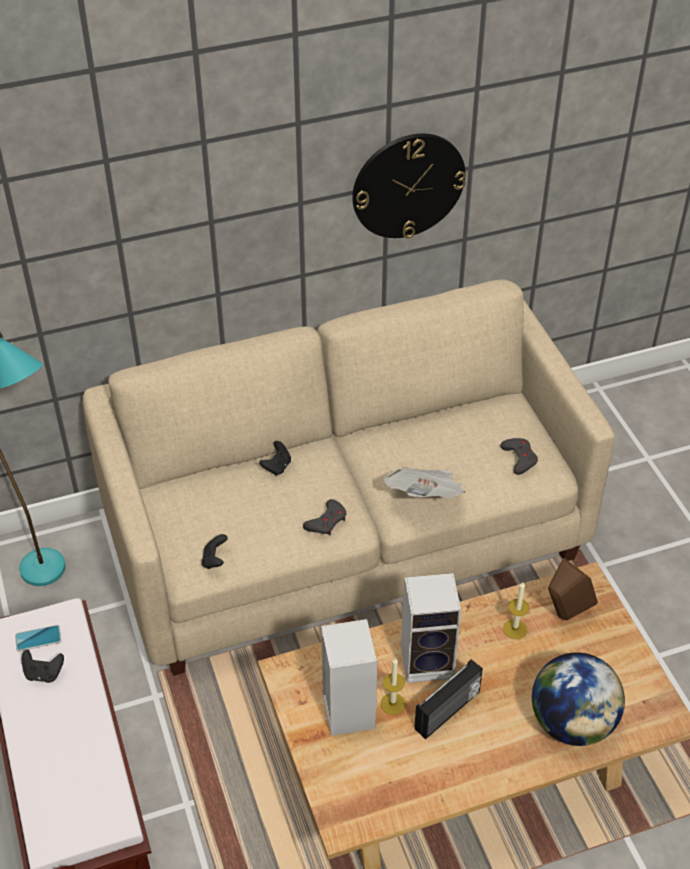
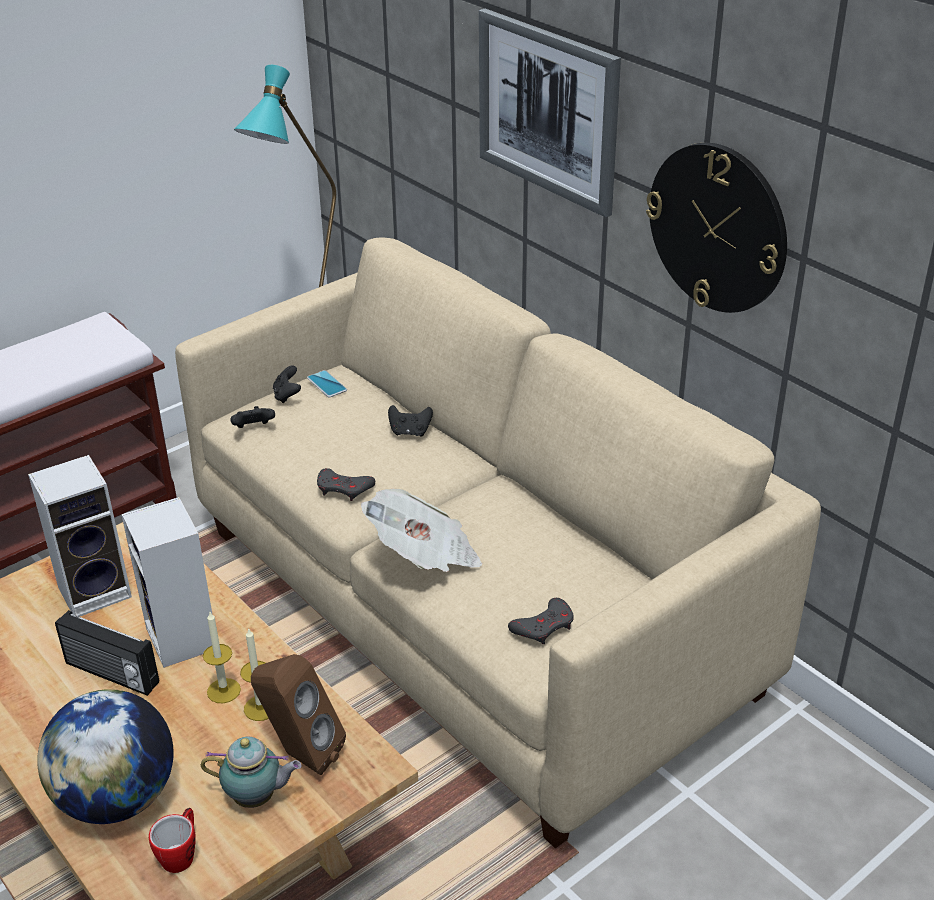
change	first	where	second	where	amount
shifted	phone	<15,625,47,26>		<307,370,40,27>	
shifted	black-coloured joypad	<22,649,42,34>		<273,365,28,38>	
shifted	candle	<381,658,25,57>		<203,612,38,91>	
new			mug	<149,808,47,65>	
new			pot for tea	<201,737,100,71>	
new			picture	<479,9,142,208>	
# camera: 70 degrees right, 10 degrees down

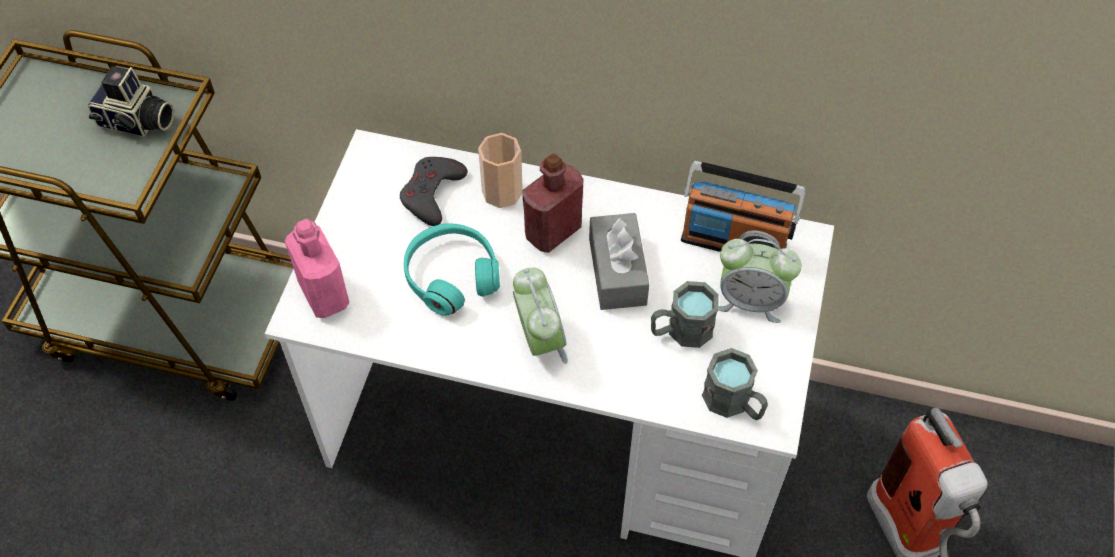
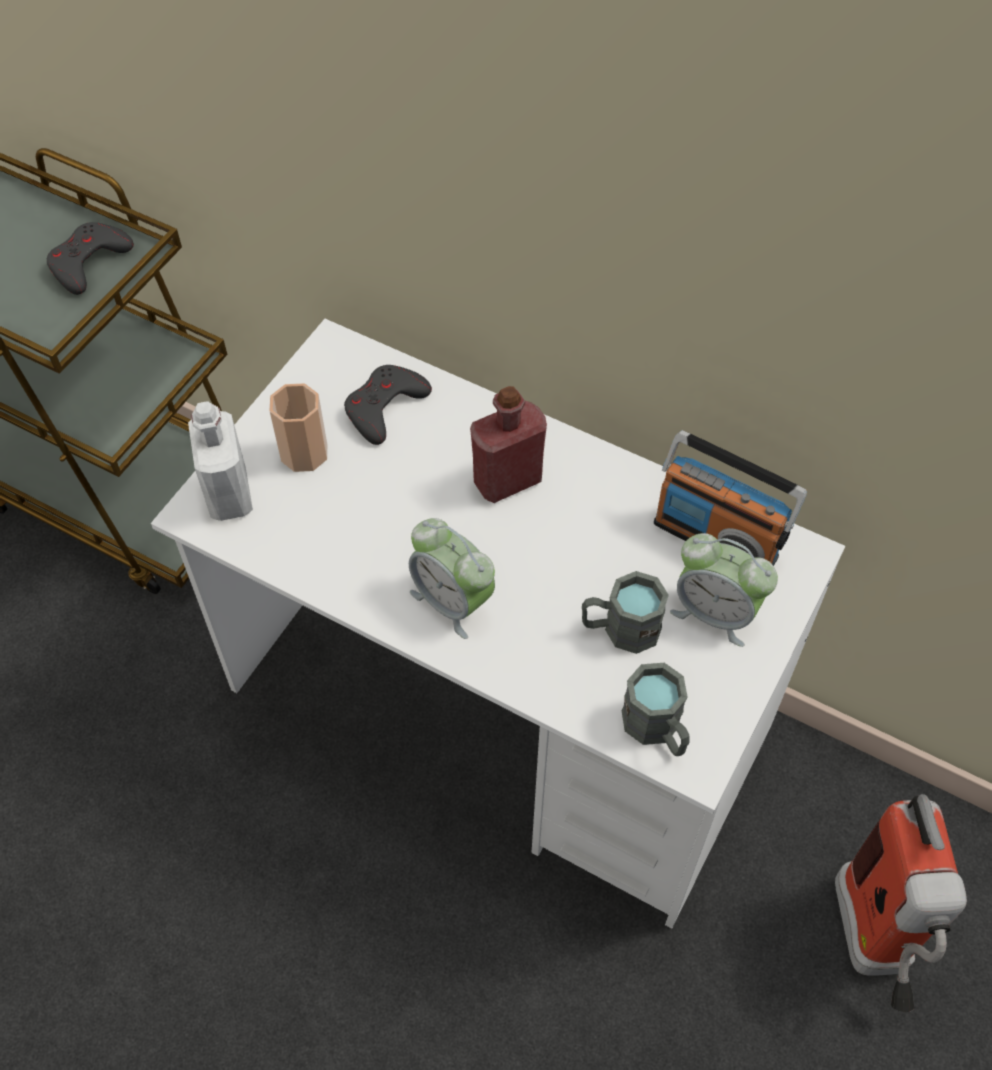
change	first	where	second	where	amount
swapped	photo camera	<88,66,86,71>	gray joypad	<47,222,87,73>	
repainted	pink-coloured beverage bottle	<285,219,65,99>	white-coloured beverage bottle	<188,401,65,120>	
gone	blue-green headset	<404,223,96,92>			
shifted	drinking cup	<478,133,45,75>		<269,383,59,89>	
rotated	table clock	<513,268,55,96>		<409,518,86,121>	135 degrees clockwise
gone	gray box of tissues	<589,213,60,97>			
# camera: 15 degrees right, 0 degrees up

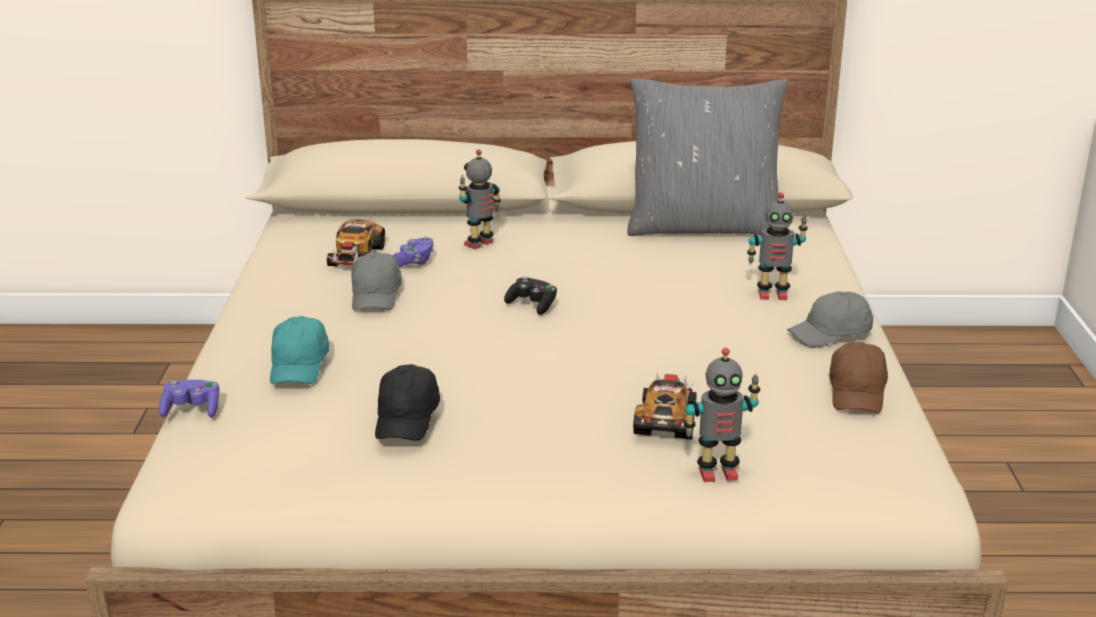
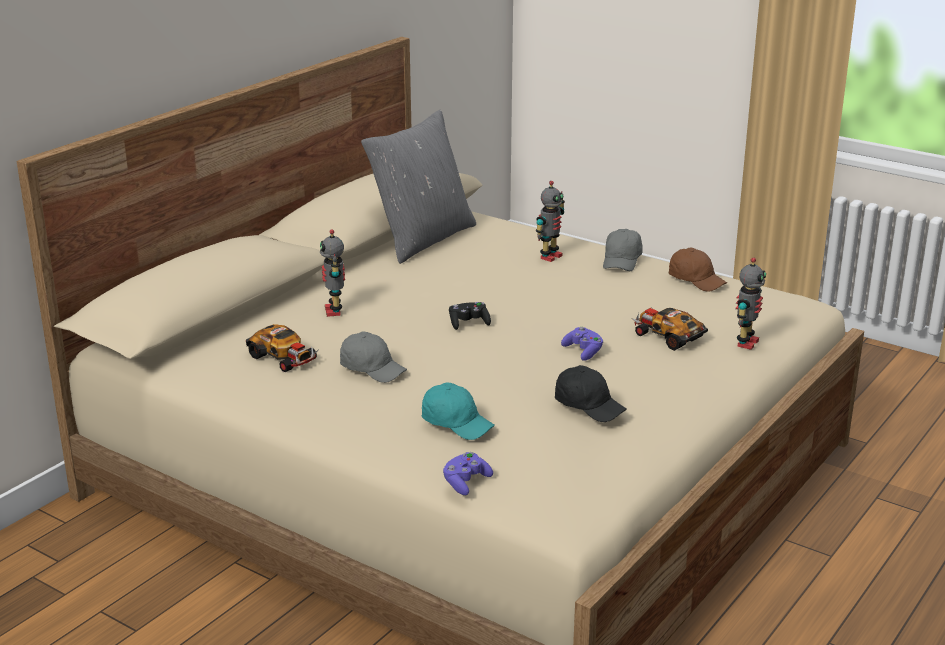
change	first	where	second	where	amount
shifted	purple joypad	<393,237,41,30>		<561,327,43,34>	
# camera: 55 degrees left, 0 degrees up

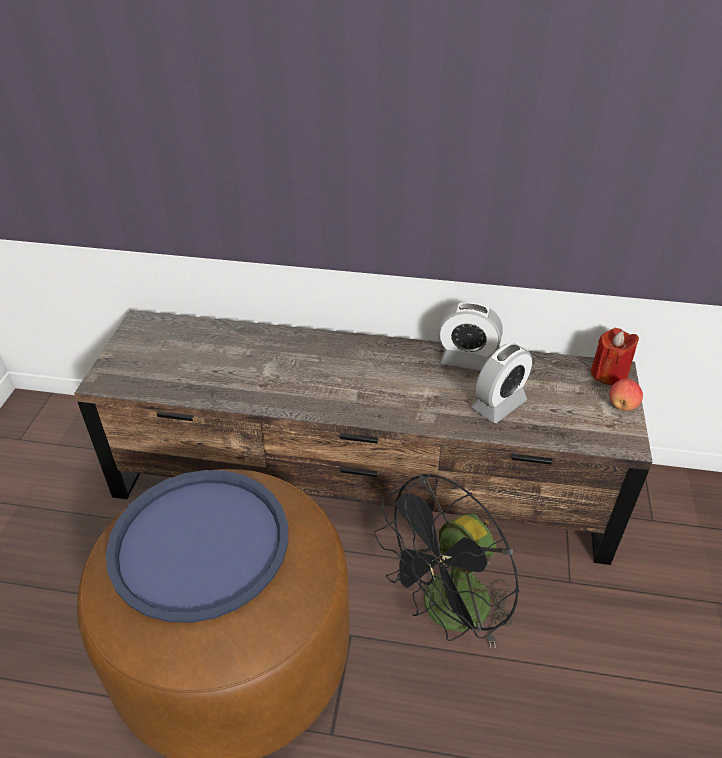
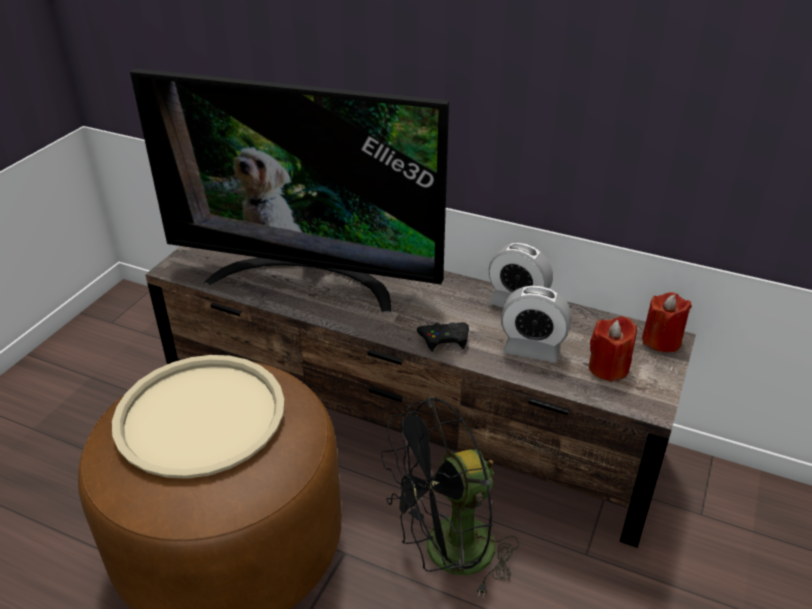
change	first	where	second	where	amount
repainted	blue serving tray	<106,470,182,153>	beige-coloured serving tray	<112,355,173,124>	
rotated	table clock	<471,343,61,80>		<501,286,70,77>	45 degrees clockwise
gone	whole apple	<609,379,34,32>			
new			television	<130,69,319,244>	
new			black-coloured joypad	<417,322,52,30>	
new			reddish candle	<589,316,48,66>	
# camera: 15 degrees right, 5 degrees down

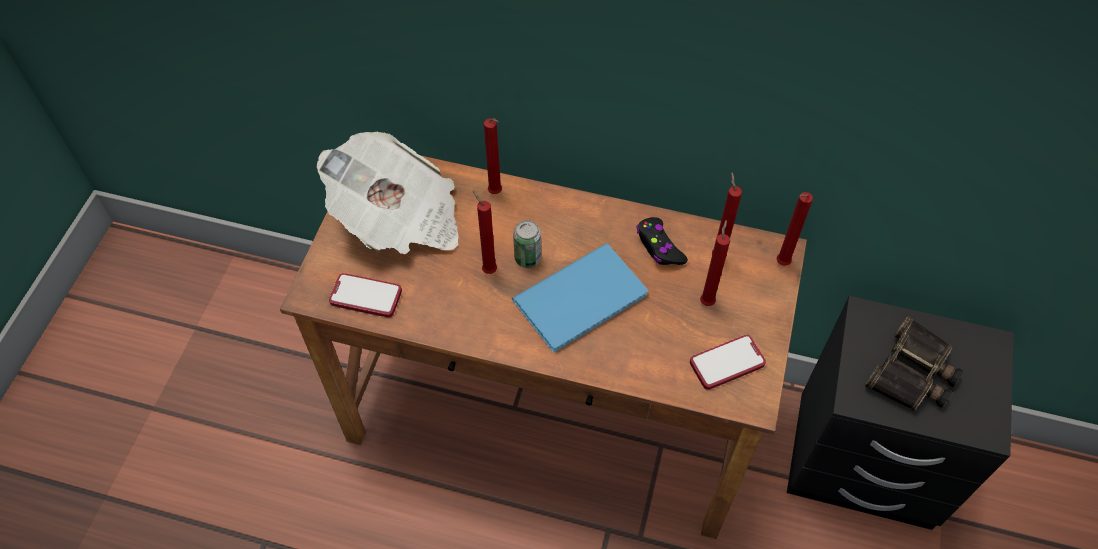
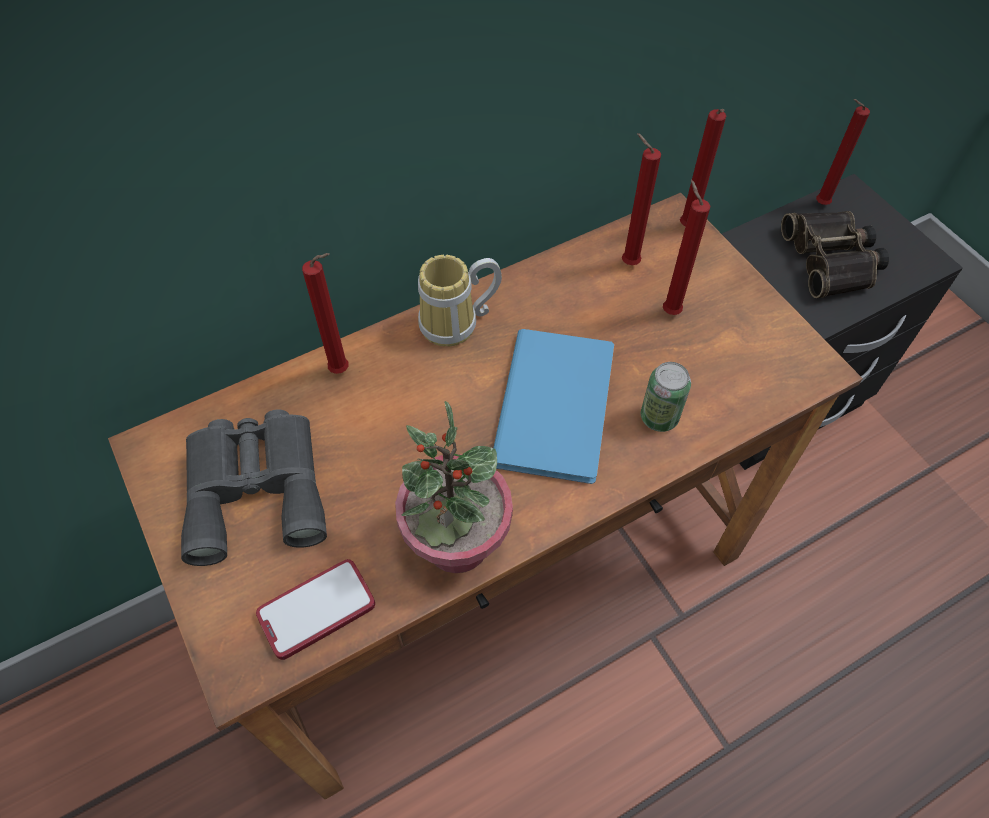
change	first	where	second	where	amount
swapped	printed paper	<317,132,142,122>	gray binoculars	<181,410,146,156>	
shifted	reddish candle	<473,190,24,84>		<816,99,54,106>	
shifted	can	<513,220,28,48>		<641,362,50,70>	
gone	black-coloured joypad	<637,217,51,48>			
gone	phone	<690,335,76,55>			
new			potted plant	<395,401,118,172>	
new			mug	<418,254,84,93>	
# camera: 45 degrees left, 0 degrees up

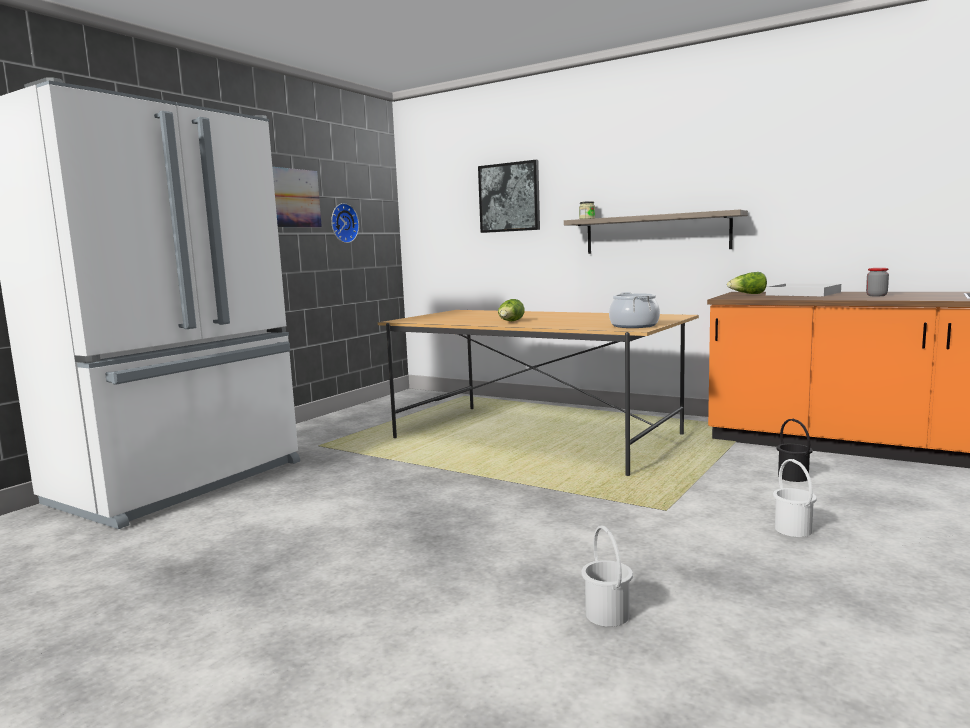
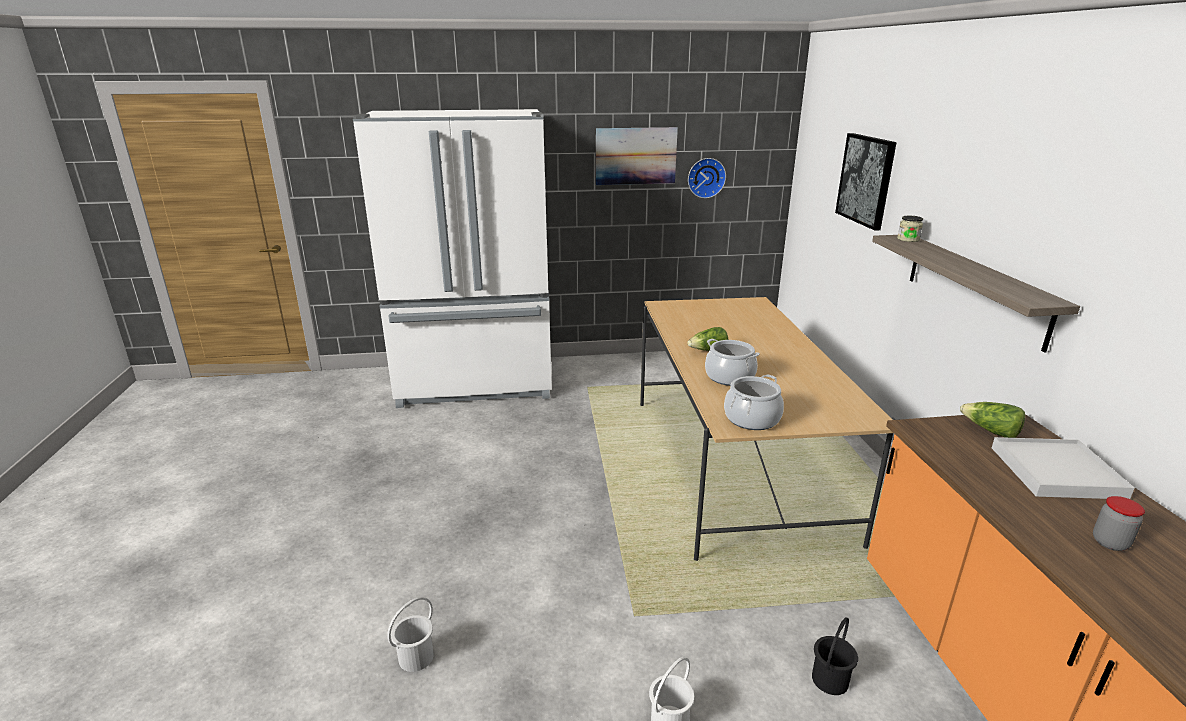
change	first	where	second	where	amount
new			cooking pot	<705,339,55,47>	
# camera: 50 degrees right, 15 degrees up

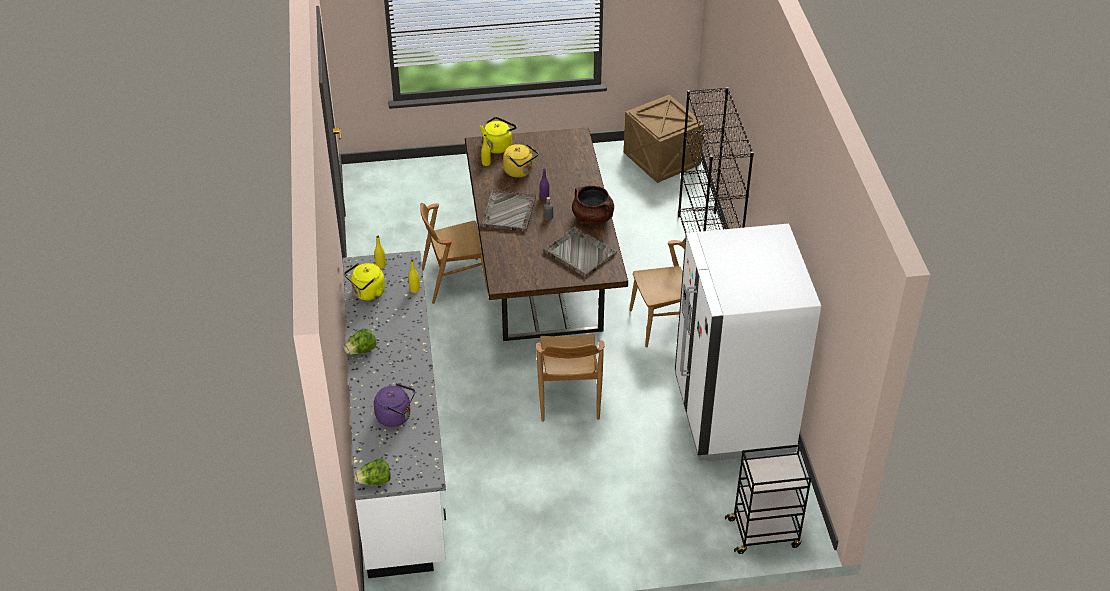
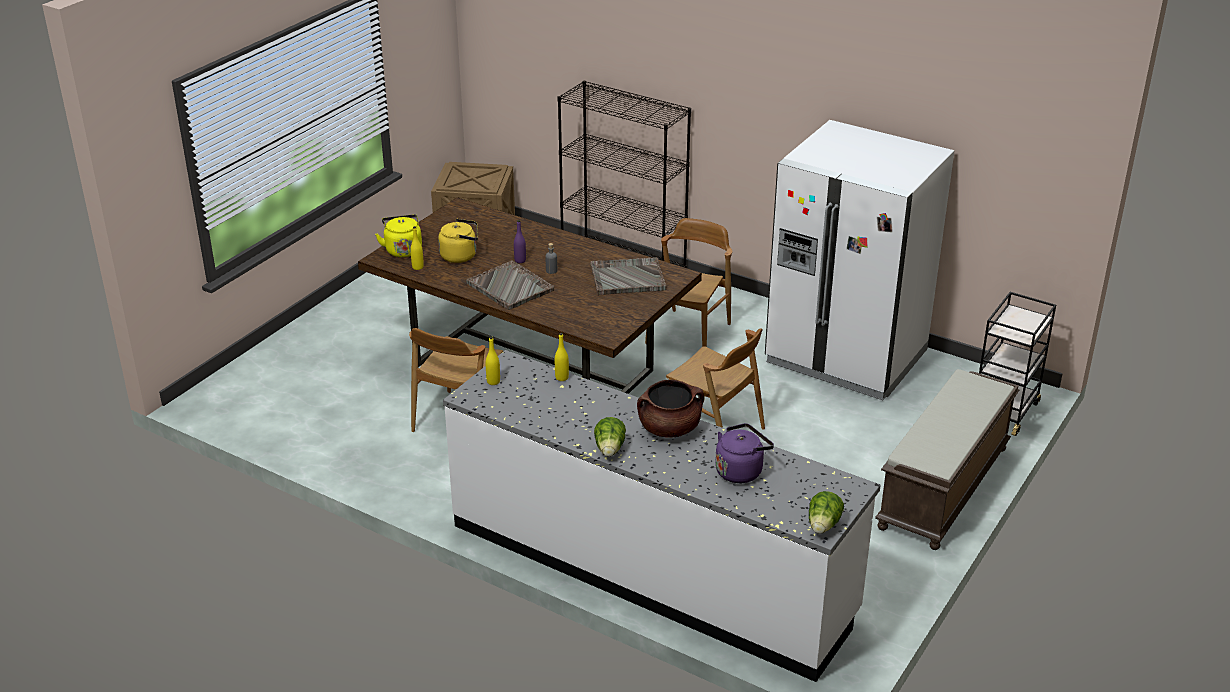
change	first	where	second	where	amount
gone	yellow-coloured kettle	<344,263,41,38>			
shifted	brownish cooking pot	<572,186,42,39>		<637,380,67,57>	
new			brownish bench	<875,369,144,181>	
# camera: 50 degrees left, 10 degrees down

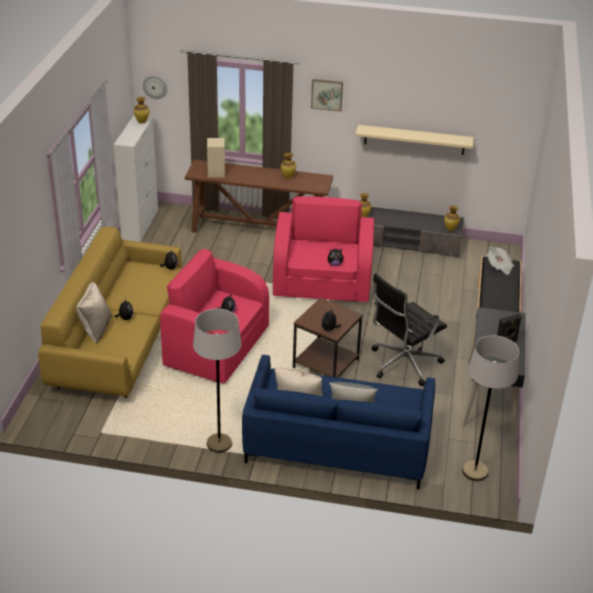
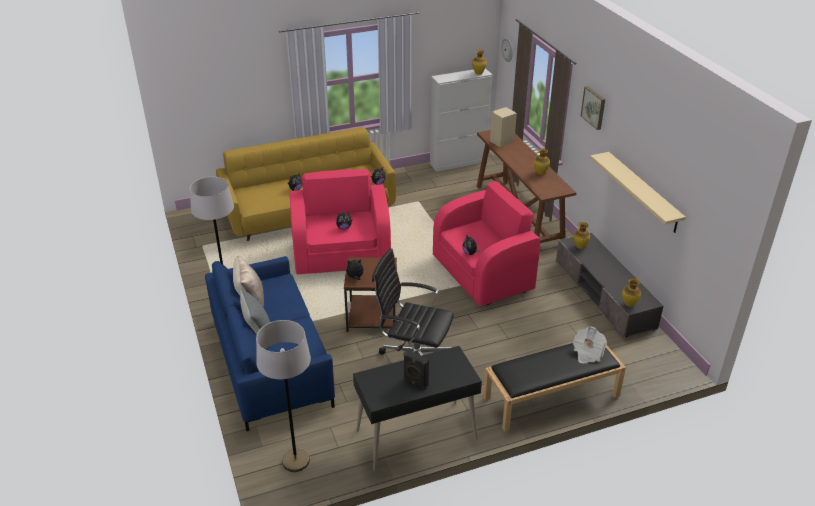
change	first	where	second	where	amount
gone	beige-coloured pillow	<76,282,36,61>			
# camera: 60 degrees right, 0 degrees up

